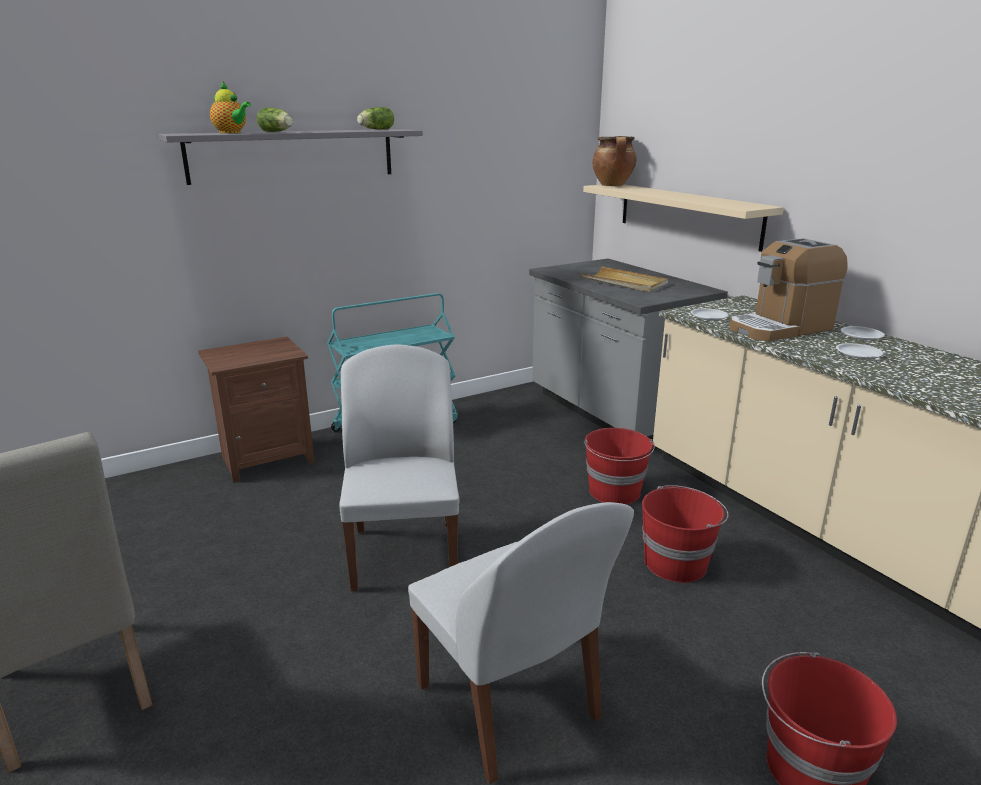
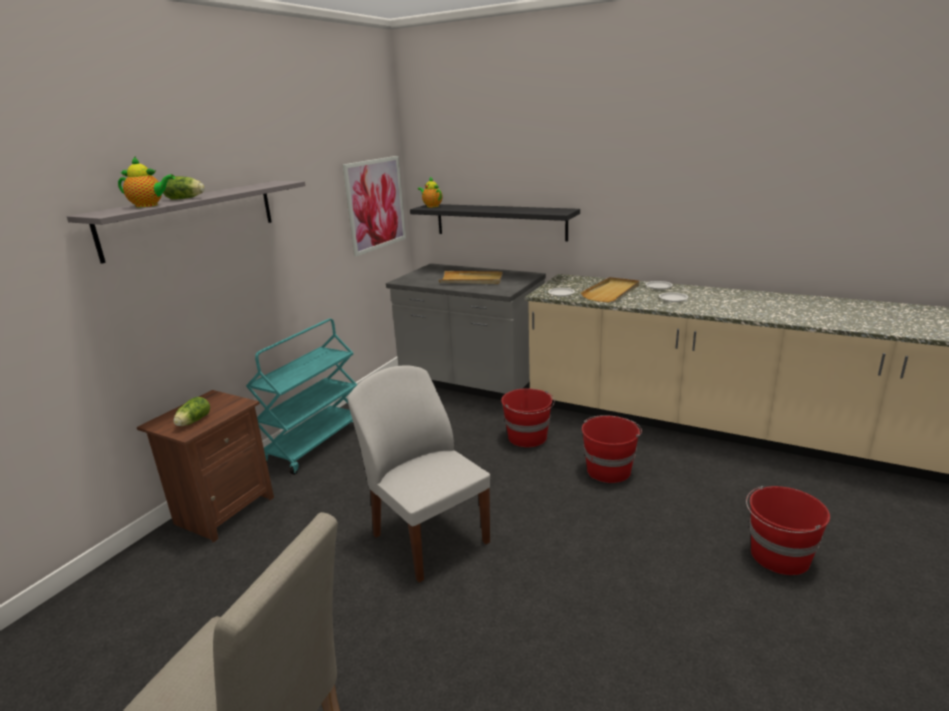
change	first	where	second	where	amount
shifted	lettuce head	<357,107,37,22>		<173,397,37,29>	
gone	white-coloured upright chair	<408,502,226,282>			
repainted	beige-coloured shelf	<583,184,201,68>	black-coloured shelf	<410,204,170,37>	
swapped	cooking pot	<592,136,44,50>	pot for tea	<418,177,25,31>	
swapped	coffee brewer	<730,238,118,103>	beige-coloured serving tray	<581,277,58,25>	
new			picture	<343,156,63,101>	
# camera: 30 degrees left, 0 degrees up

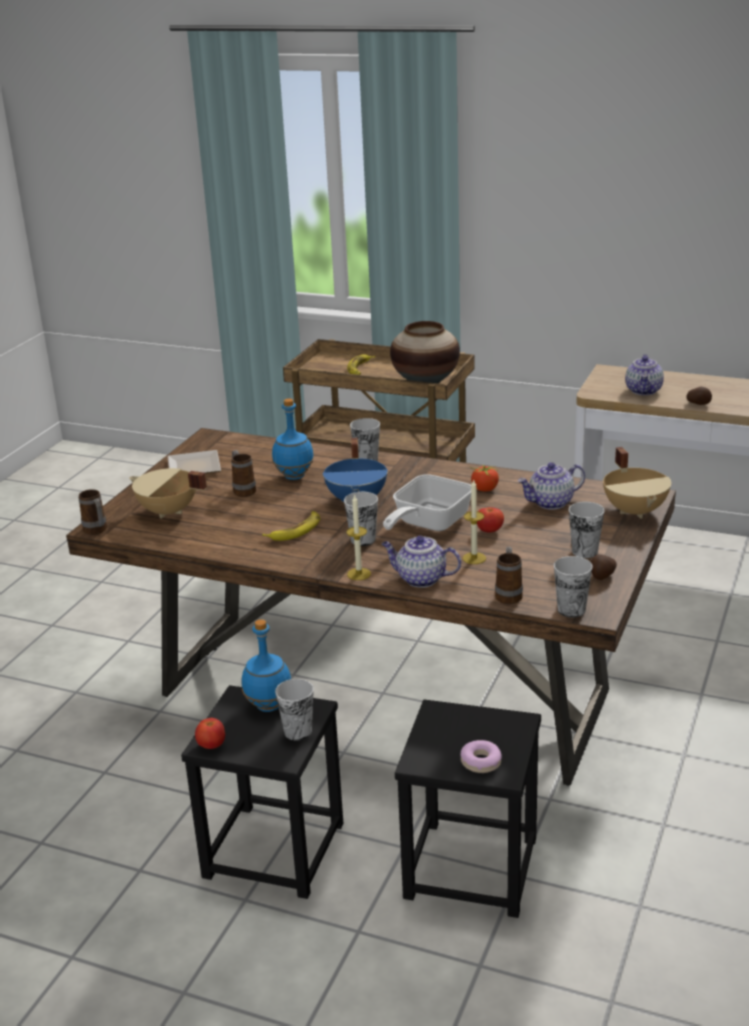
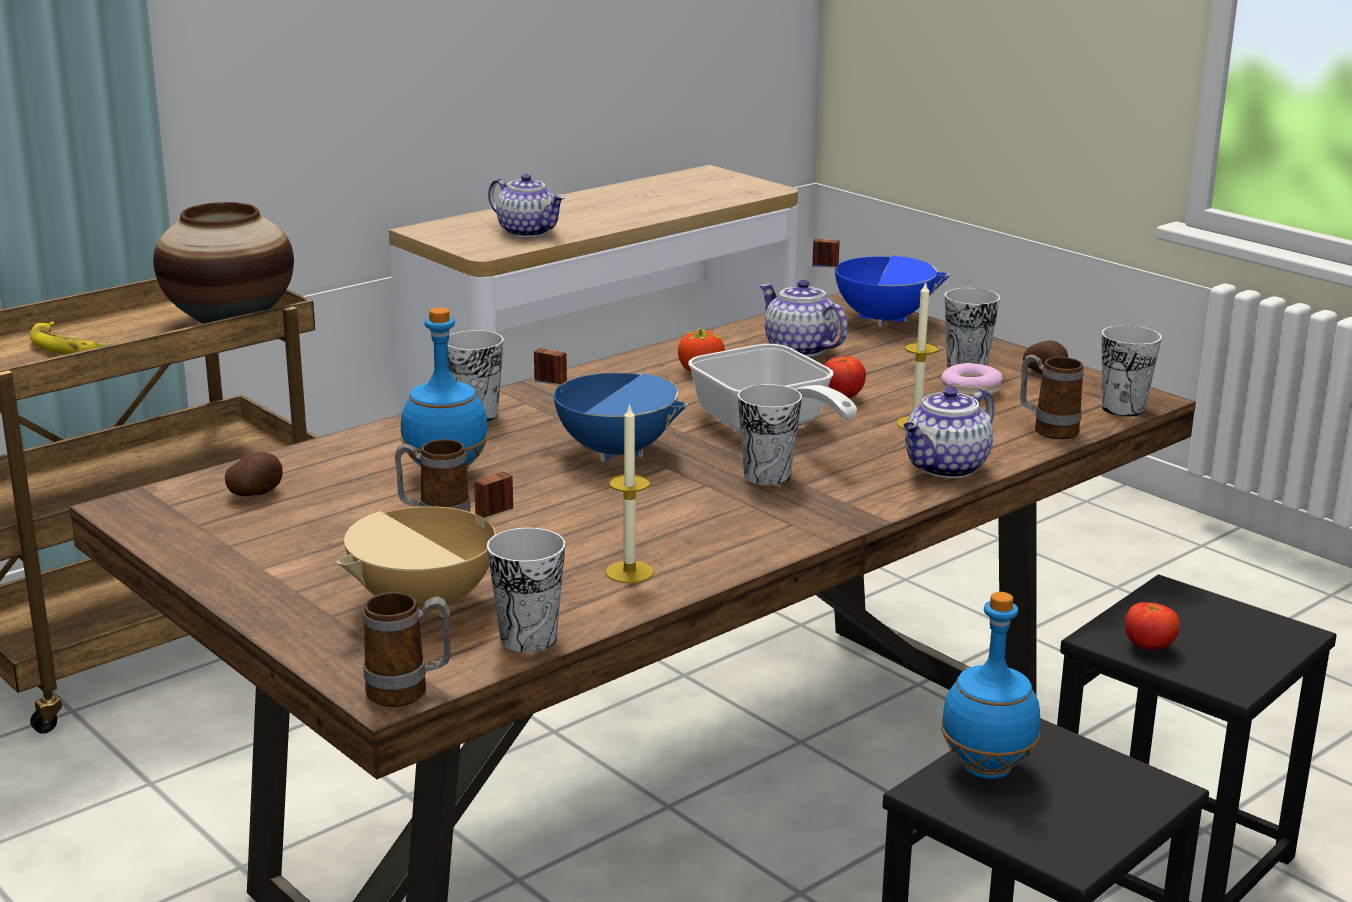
change	first	where	second	where	amount
gone	flat dish	<168,450,53,24>			
shifted	tomato	<195,718,30,31>		<1125,602,55,48>	
gone	banana fruit	<262,511,58,30>			
shifted	drinking cup	<275,679,39,62>		<487,528,79,124>	
shifted	candle	<346,494,25,86>		<606,403,48,180>	
shifted	donut	<460,740,42,33>		<941,363,62,35>	
rotated	pot for tea	<518,462,67,48>		<760,279,88,78>	135 degrees clockwise
repainted	beige-coloured cooking pot	<603,447,68,72>	blue cooking pot	<812,239,139,88>	
shifted	spud	<686,387,26,18>		<225,452,58,44>	
# camera: 65 degrees left, 5 degrees down

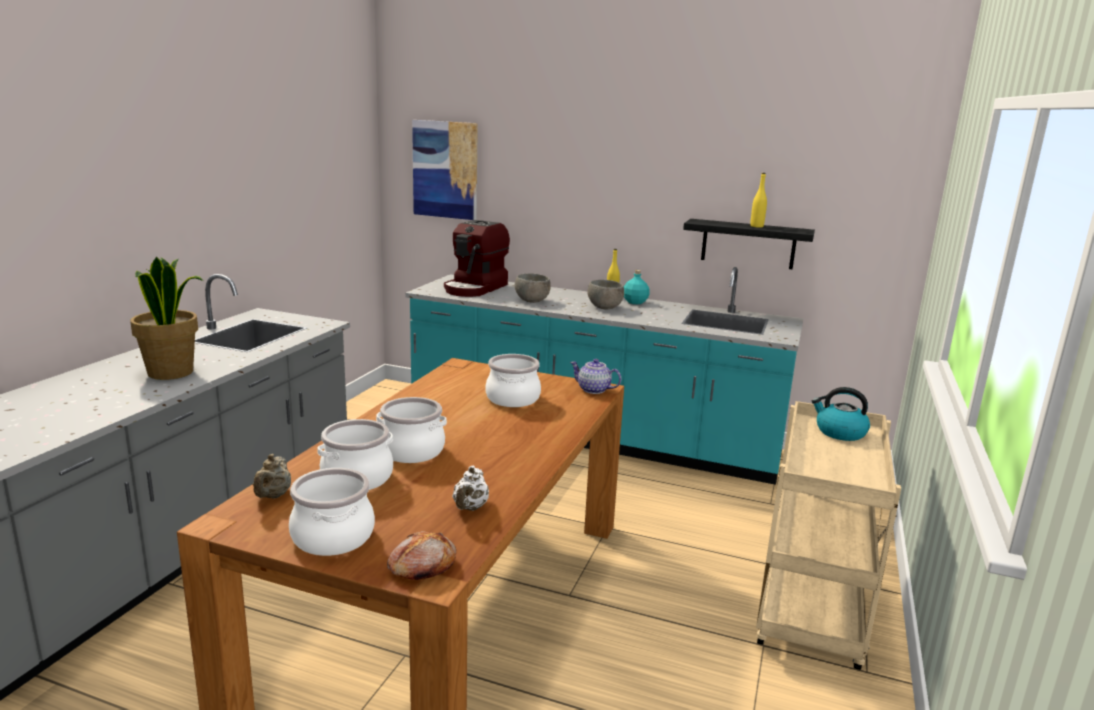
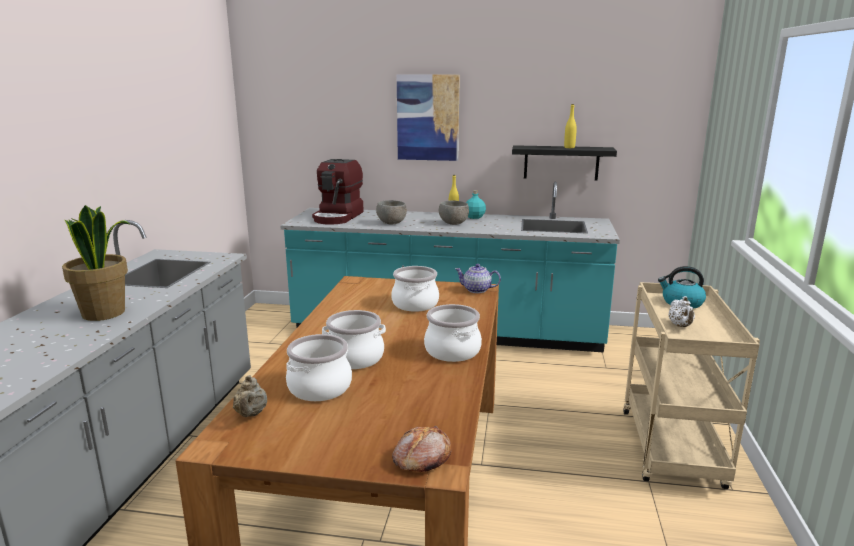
change	first	where	second	where	amount
shifted	cooking pot	<289,468,86,88>		<424,304,58,58>	
shifted	picture	<412,120,66,100>		<397,74,63,87>	
shifted	white-coloured pot for tea	<452,465,37,46>		<669,296,26,31>	
# camera: 10 degrees left, 0 degrees up

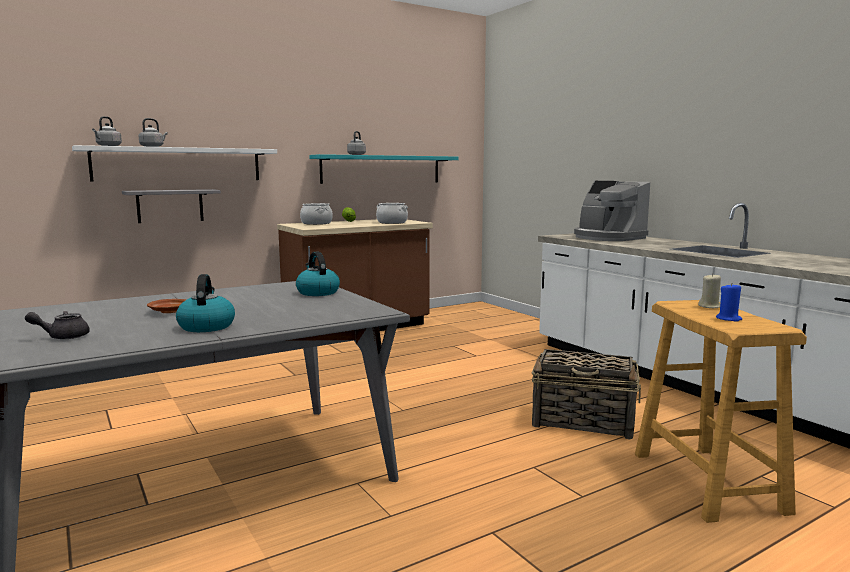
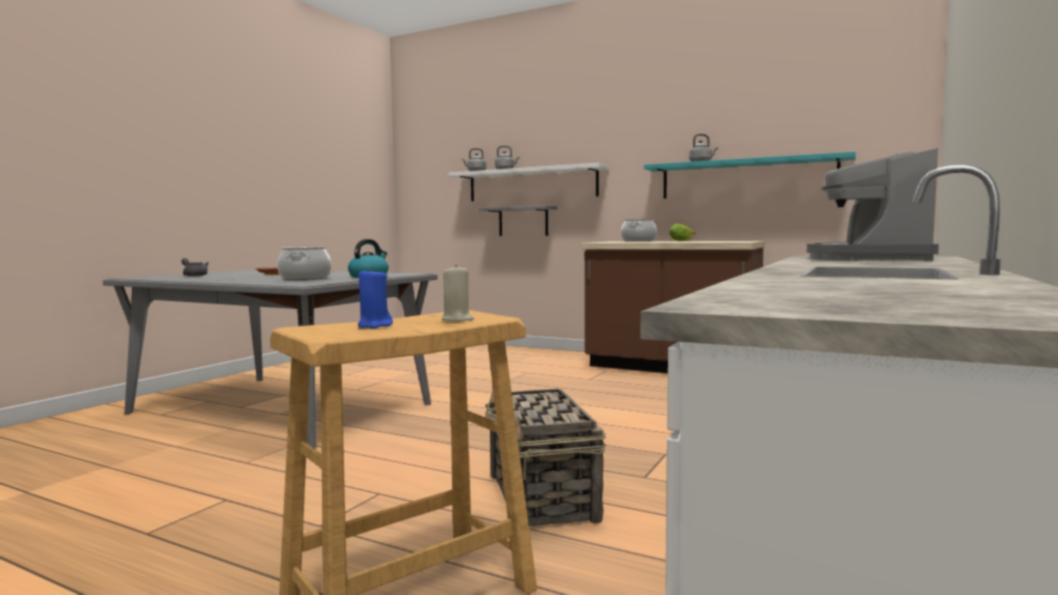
change	first	where	second	where	amount
gone	kettle	<176,274,59,58>			
shifted	cooking pot	<376,203,32,21>		<277,247,55,33>	
# camera: 60 degrees right, 5 degrees down

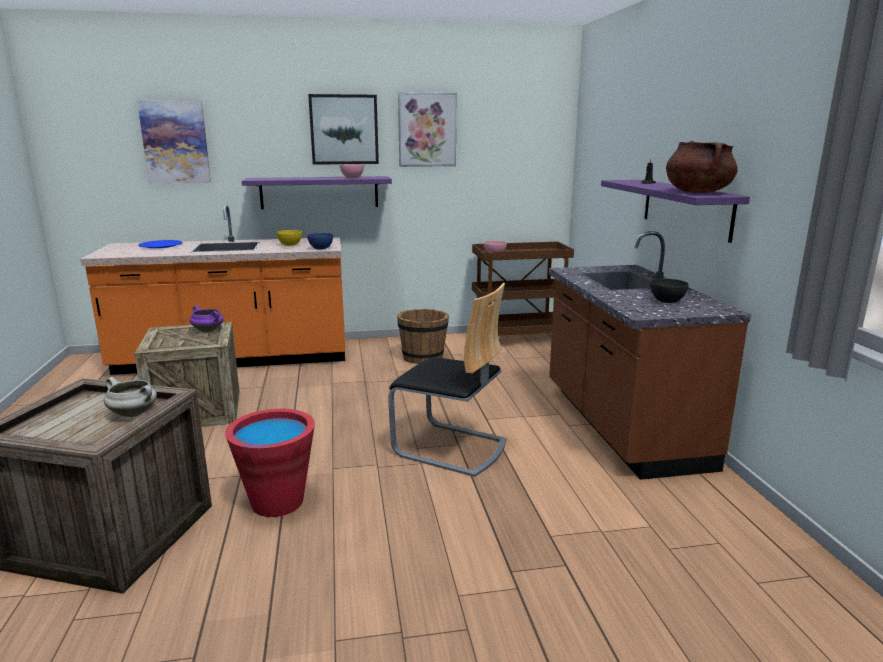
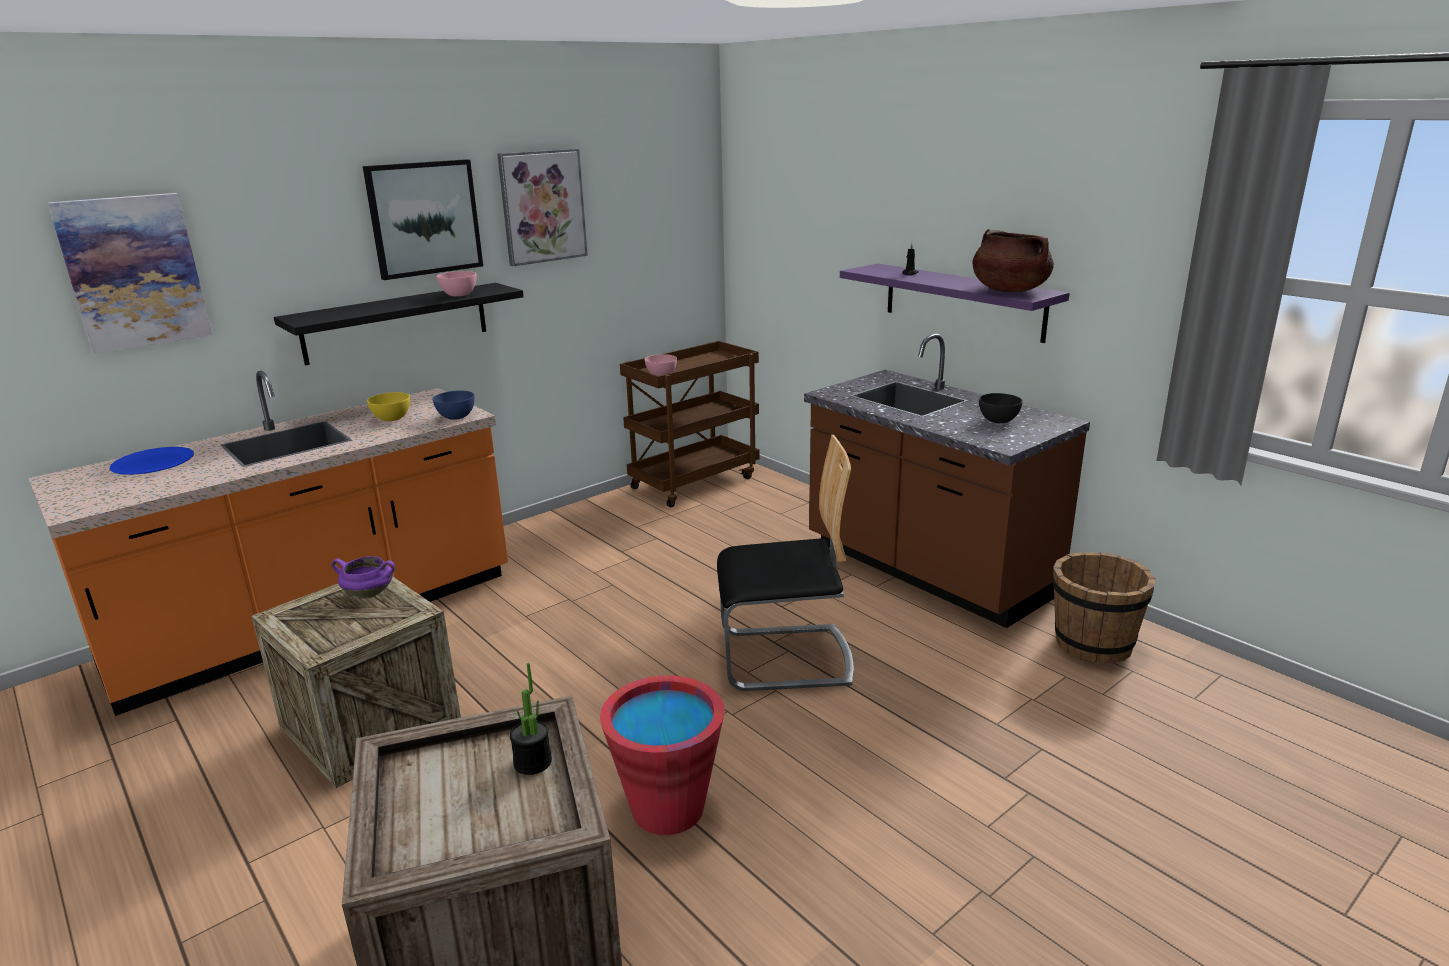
change	first	where	second	where	amount
swapped	white-coloured cooking pot	<104,377,53,40>	potted plant	<510,663,42,112>	
repainted	purple shelf	<242,176,150,33>	black-coloured shelf	<274,283,250,82>	
shifted	brownish pail	<397,309,52,55>		<1053,552,103,111>	
# camera: 30 degrees left, 5 degrees up

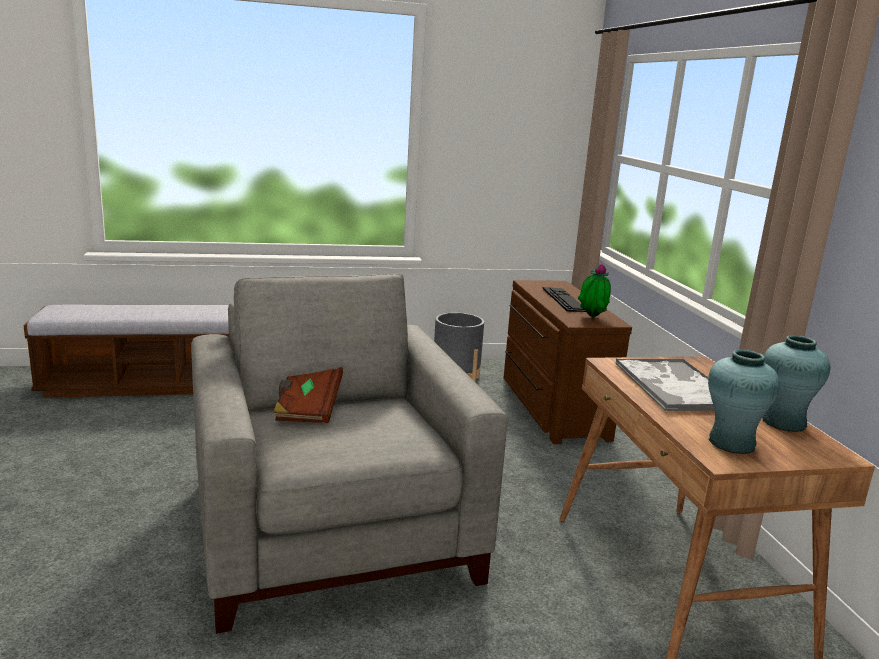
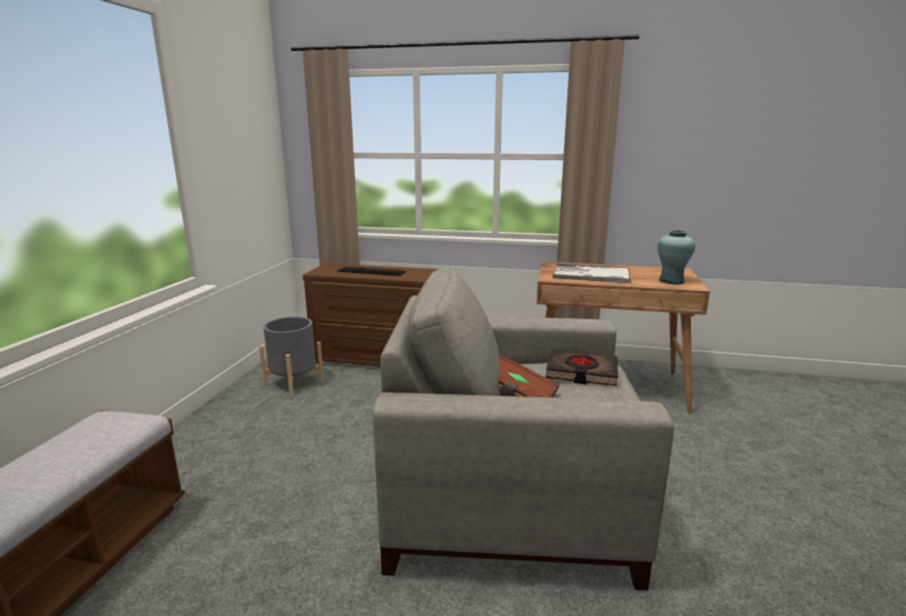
change	first	where	second	where	amount
gone	potted plant	<578,263,33,54>			
gone	blue-green flower vase	<762,335,69,97>			
new			black-coloured book	<546,349,72,37>	
# camera: 65 degrees left, 0 degrees up

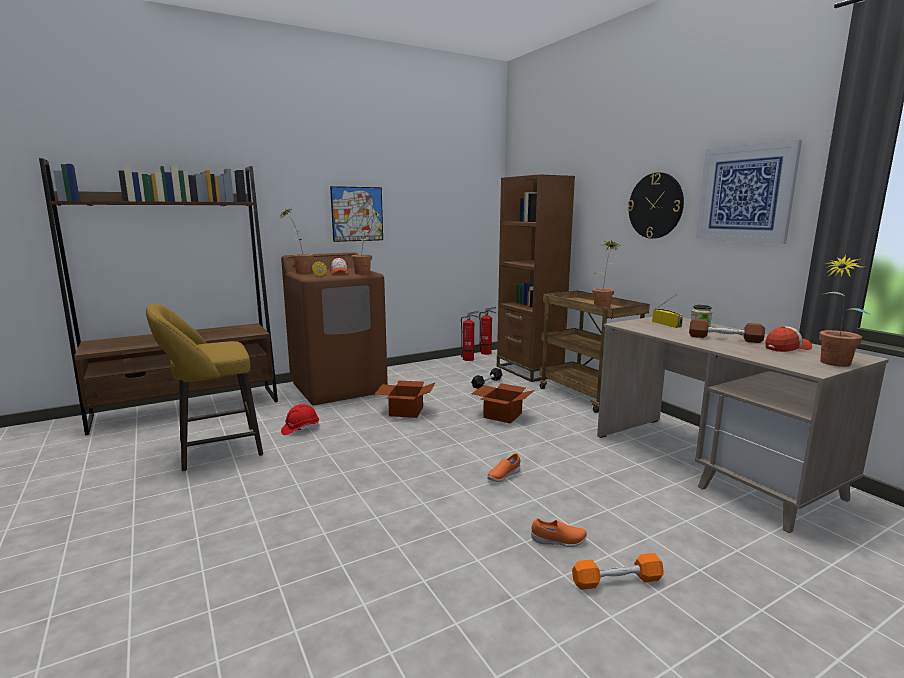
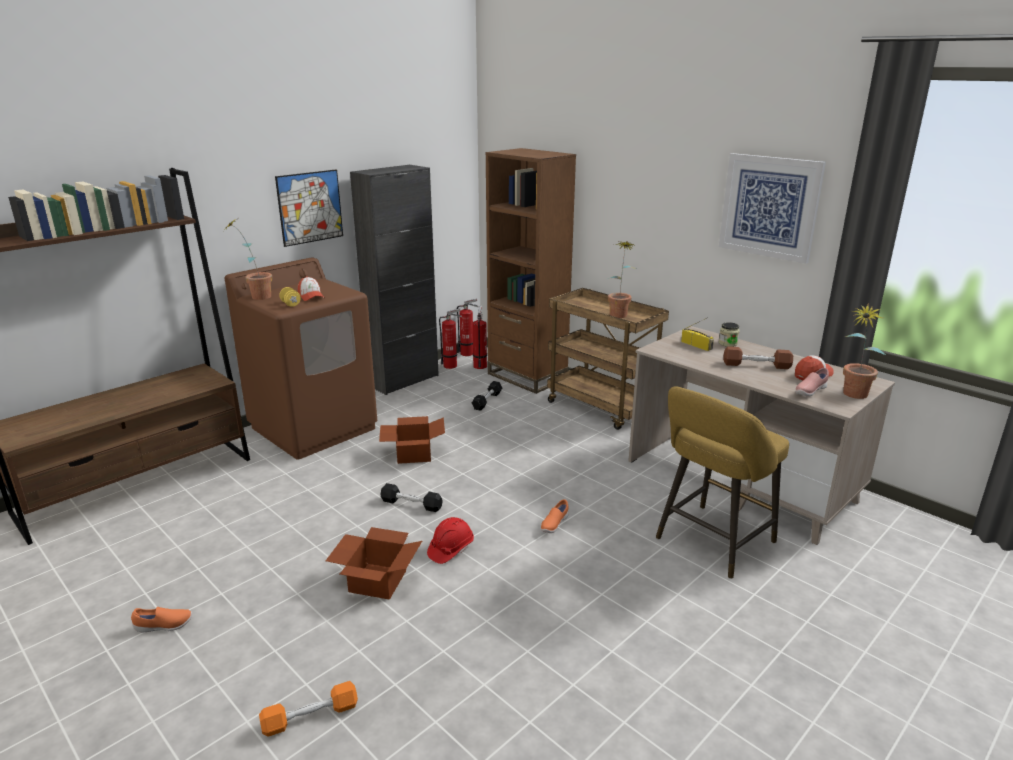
change	first	where	second	where	amount
shifted	yellow-coloured stool	<146,304,117,168>		<656,387,133,192>	
shifted	reddish hard hat	<281,404,39,31>		<427,517,47,47>	
gone	potted plant	<351,209,30,65>			
shifted	cardboard box	<471,383,64,41>		<326,527,96,73>	
shifted	orange-coloured low shoe	<531,518,56,29>		<131,607,61,25>	
shifted	orange-coloured hand weight	<572,553,92,37>		<259,681,99,56>	
gone	clock on the wall	<627,172,57,67>			
new			black-coloured cabinet	<350,165,89,230>	
new			black-coloured hand weight	<380,483,63,29>	
new			fire-fighting cylinder	<473,306,14,63>	
new			pink-coloured low shoe	<795,368,34,29>	
# camera: 15 degrees left, 10 degrees up

